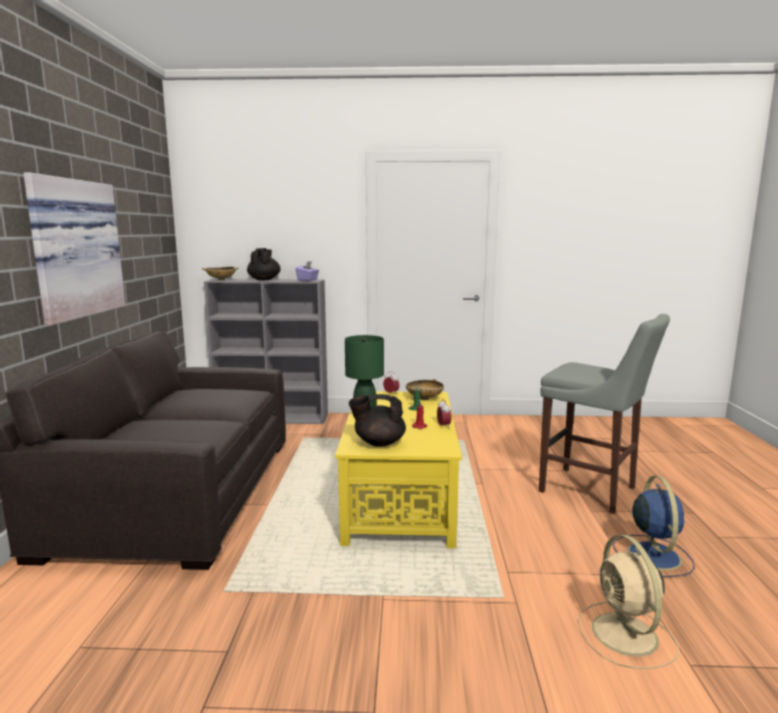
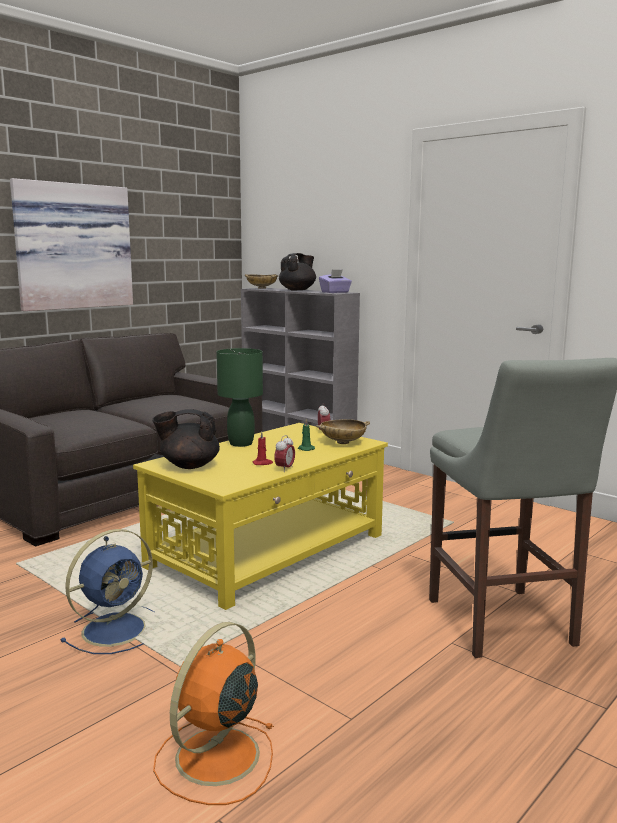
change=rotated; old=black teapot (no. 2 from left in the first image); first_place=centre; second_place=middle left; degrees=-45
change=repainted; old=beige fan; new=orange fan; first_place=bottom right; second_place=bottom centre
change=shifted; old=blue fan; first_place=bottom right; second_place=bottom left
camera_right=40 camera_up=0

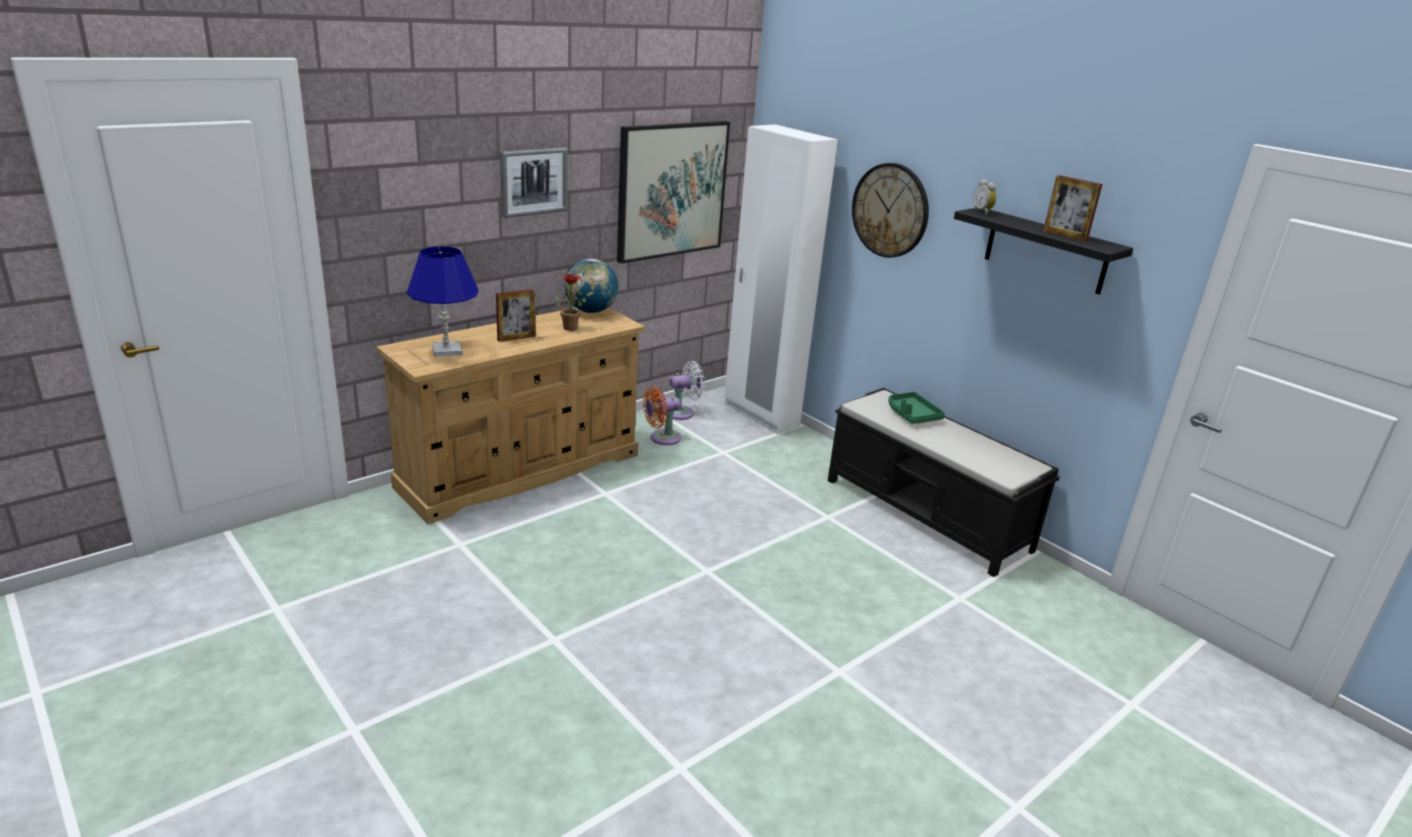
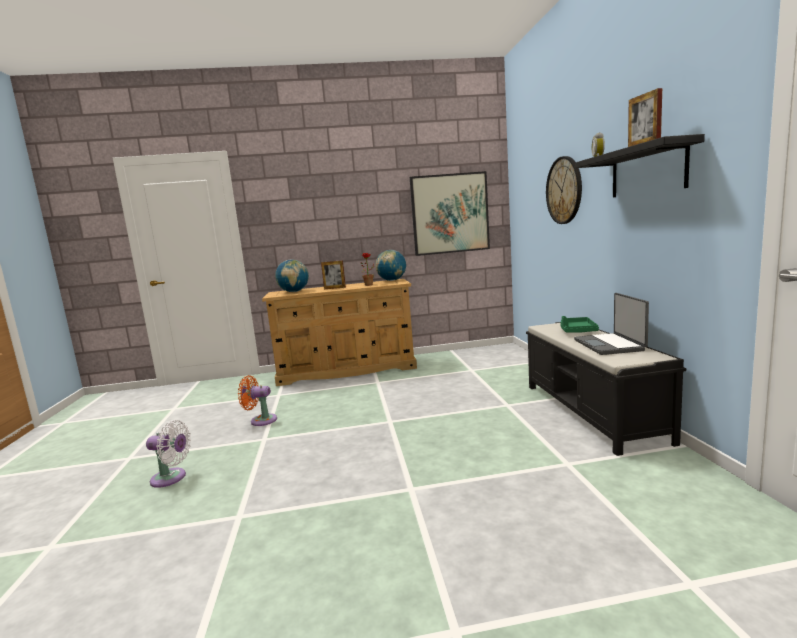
change=swapped; old=blue table lamp; new=globe (no. 1 from left); first_place=middle left; second_place=centre
change=gone; old=picture (no. 1 from left); first_place=top centre
change=shifted; old=orange fan; first_place=centre; second_place=middle left
change=shifted; old=white fan; first_place=centre; second_place=bottom left
change=gone; old=white wardrobe; first_place=centre
change=new; new=laptop; second_place=middle right
camera_right=35 camera_up=-15

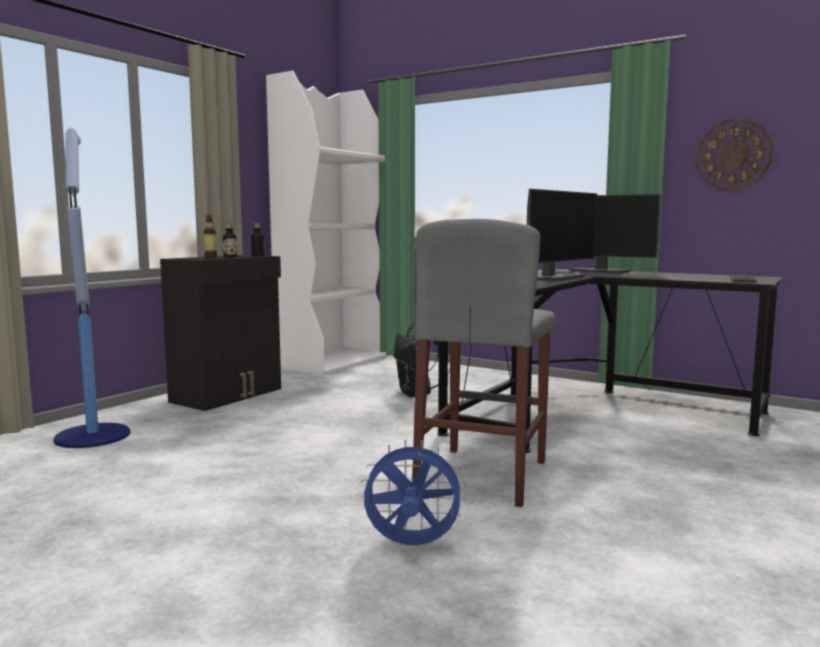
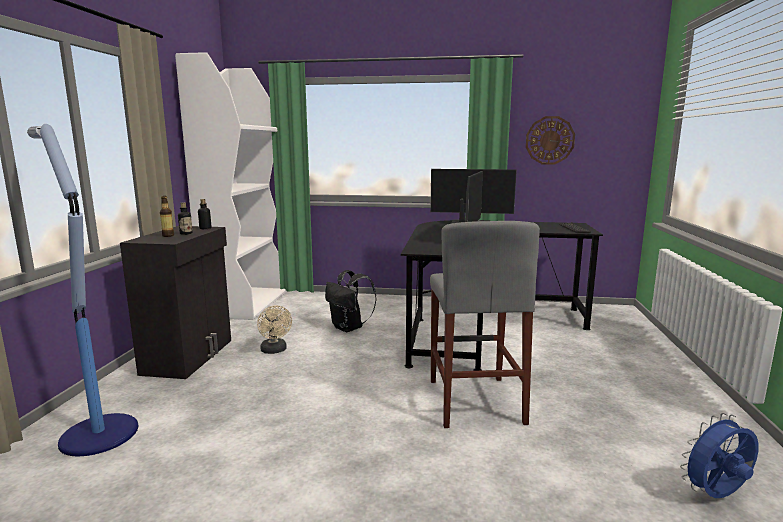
change=shifted; old=blue fan; first_place=bottom centre; second_place=bottom right
change=new; new=beige fan; second_place=centre
camera_right=-25 camera_up=5

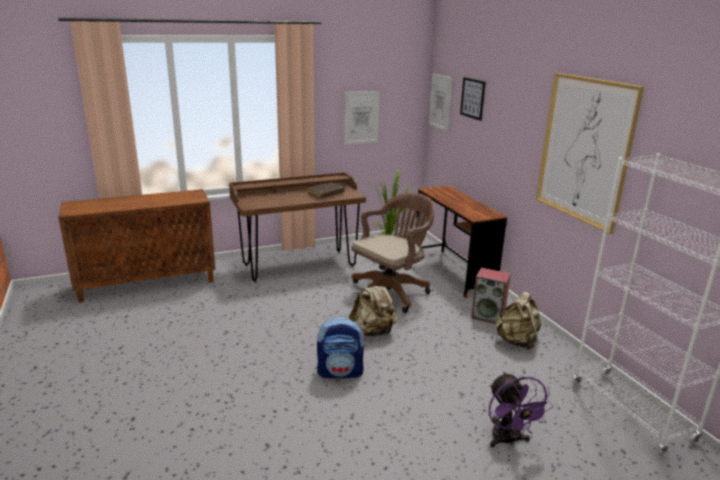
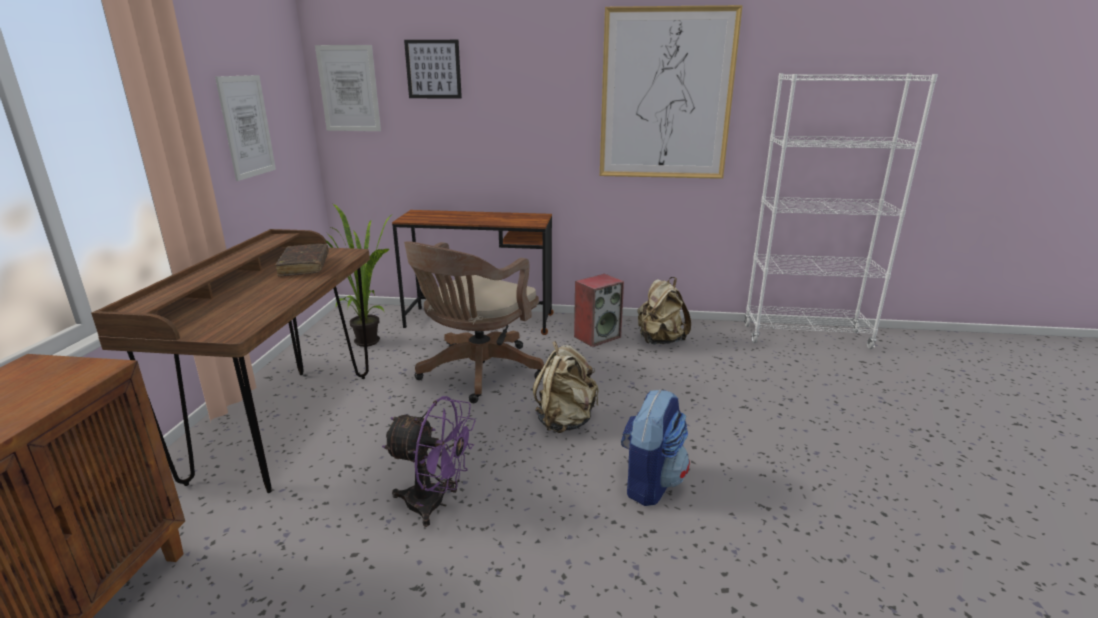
change=rotated; old=brown office chair; first_place=centre; second_place=centre; degrees=-135
change=shifted; old=purple fan; first_place=bottom right; second_place=bottom centre
camera_right=-60 camera_up=0

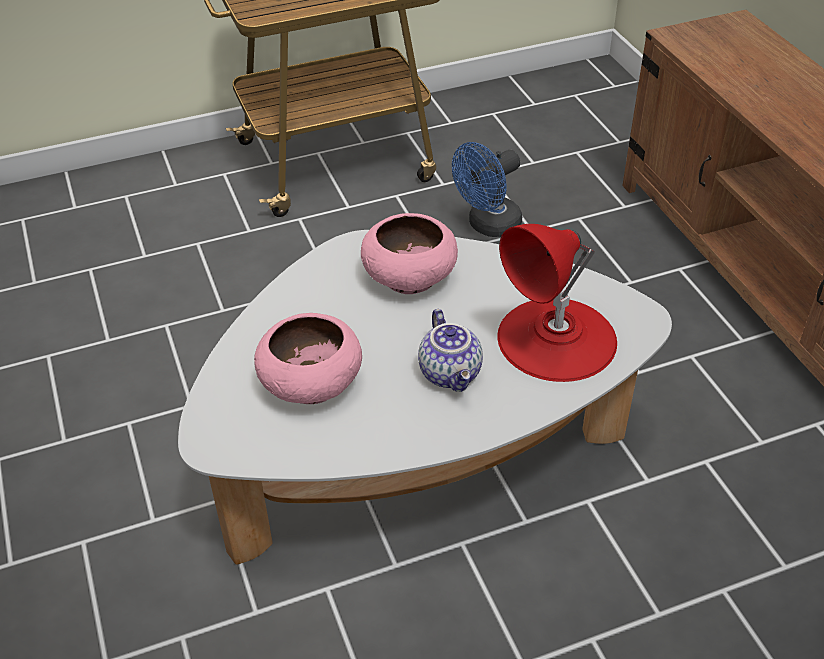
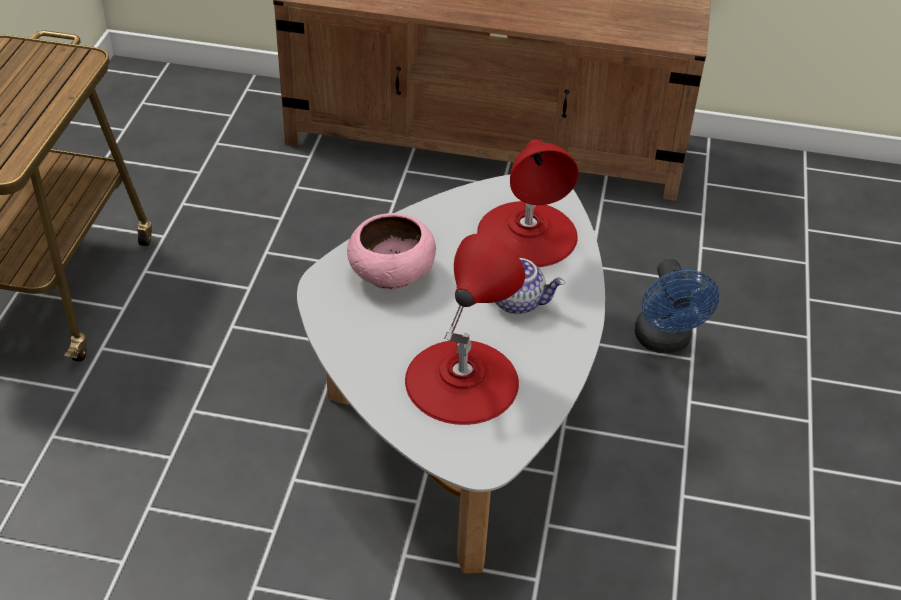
change=swapped; old=pink bowl (no. 1 from left); new=red table lamp (no. 1 from left); first_place=centre; second_place=centre
change=shifted; old=blue fan; first_place=top centre; second_place=middle right
camera_right=-60 camera_up=0

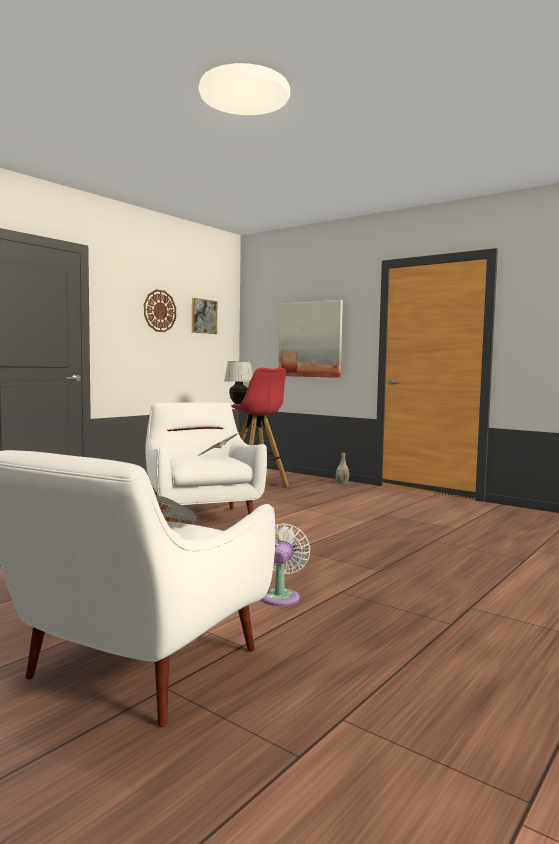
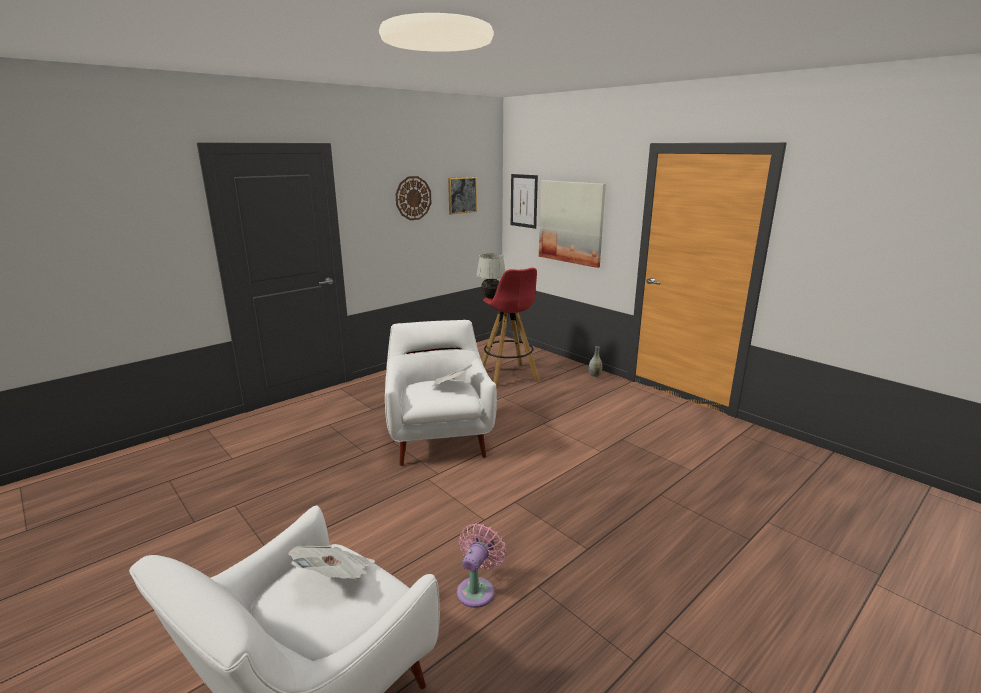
change=repainted; old=white fan; new=pink fan; first_place=bottom centre; second_place=bottom centre
change=new; new=picture (no. 2 from left); second_place=top centre
camera_right=10 camera_up=15

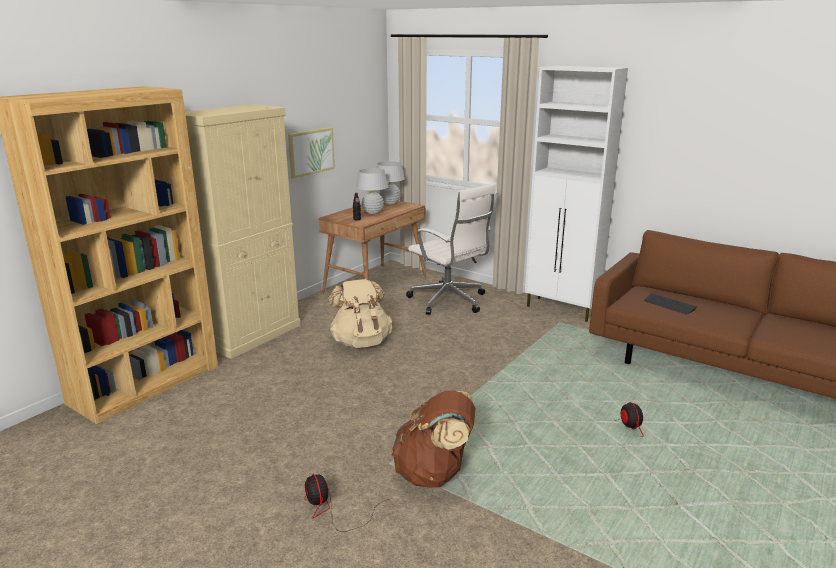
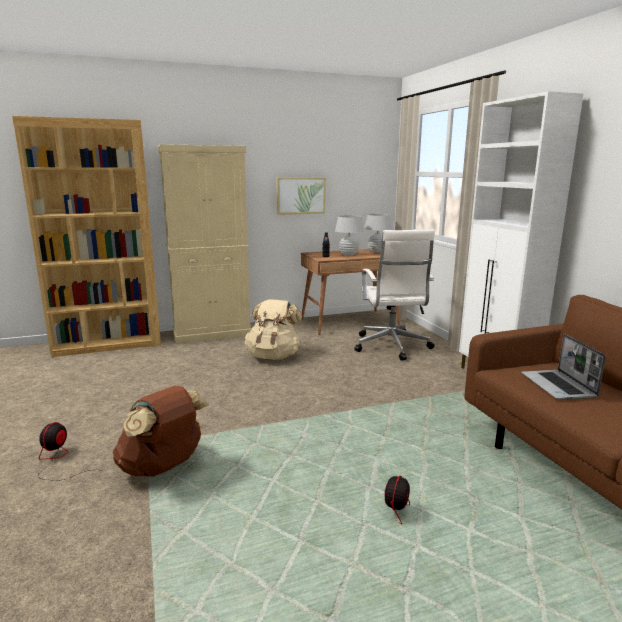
change=swapped; old=keyboard; new=laptop; first_place=middle right; second_place=middle right
camera_right=35 camera_up=-5

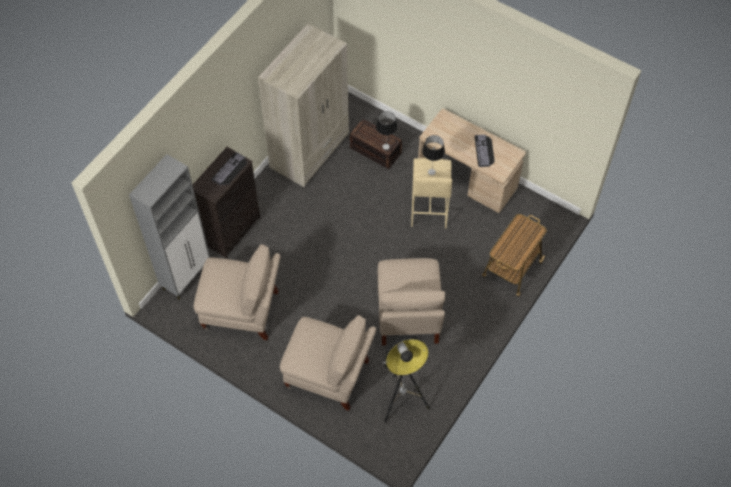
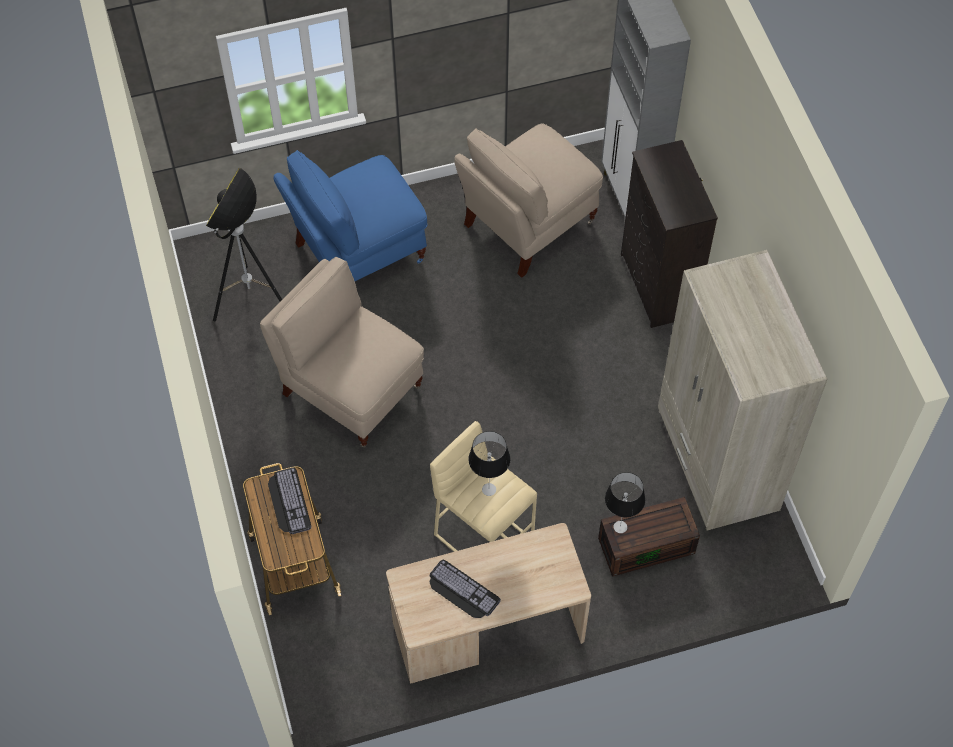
change=shifted; old=keyboard (no. 1 from left); first_place=middle left; second_place=bottom left
change=repainted; old=beige chair (no. 2 from left); new=blue chair; first_place=bottom centre; second_place=top centre
camera_right=130 camera_up=0

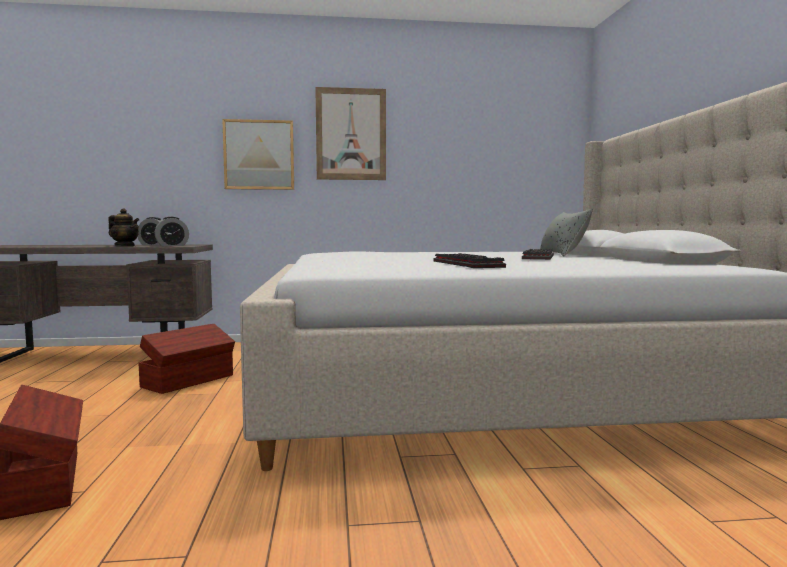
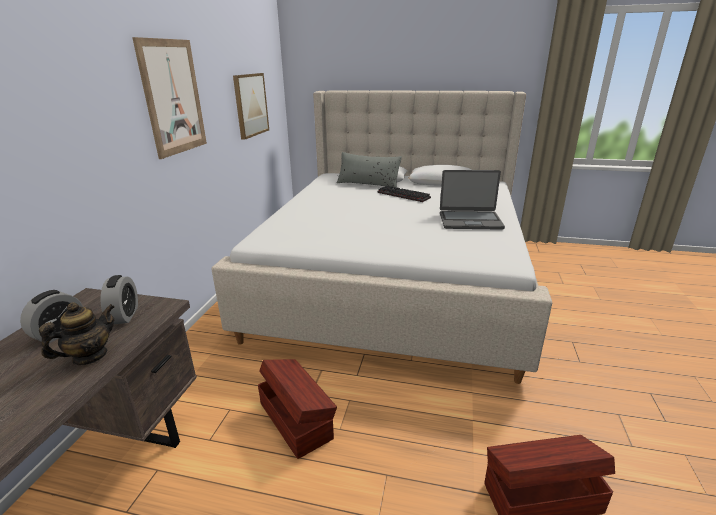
change=shifted; old=picture (no. 1 from left in the first image); new=picture (no. 2 from left); first_place=top left; second_place=top centre
change=swapped; old=keyboard (no. 1 from left); new=laptop; first_place=centre; second_place=centre
camera_right=-70 camera_up=20

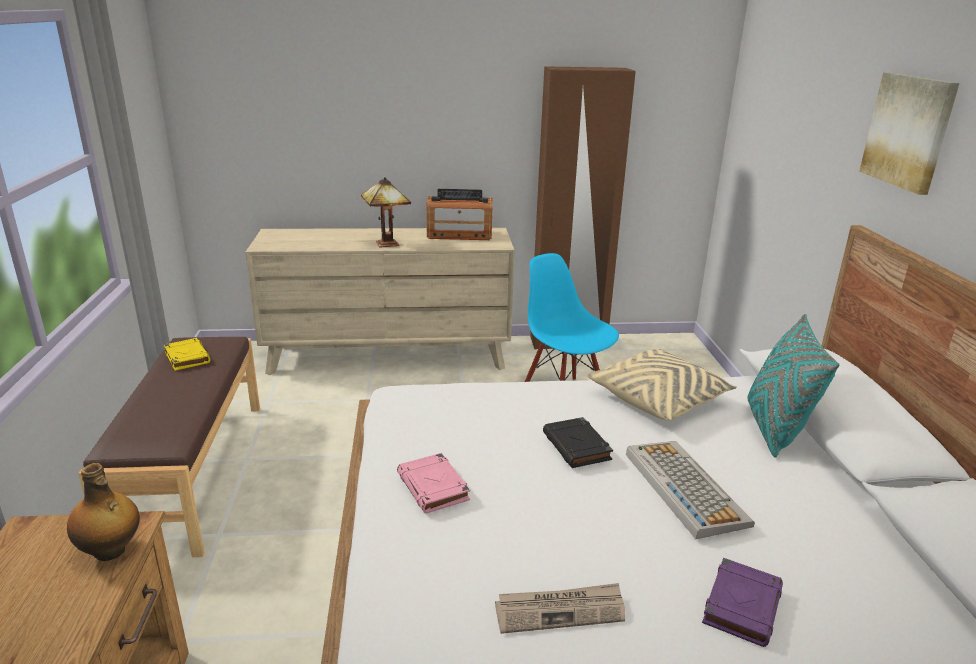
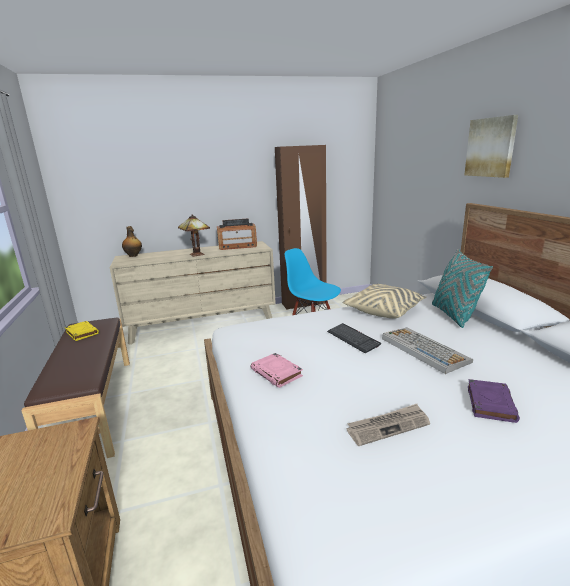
change=shifted; old=bottle; first_place=bottom left; second_place=middle left
change=swapped; old=black book; new=keyboard (no. 1 from left); first_place=centre; second_place=centre
camera_right=-10 camera_up=-5

